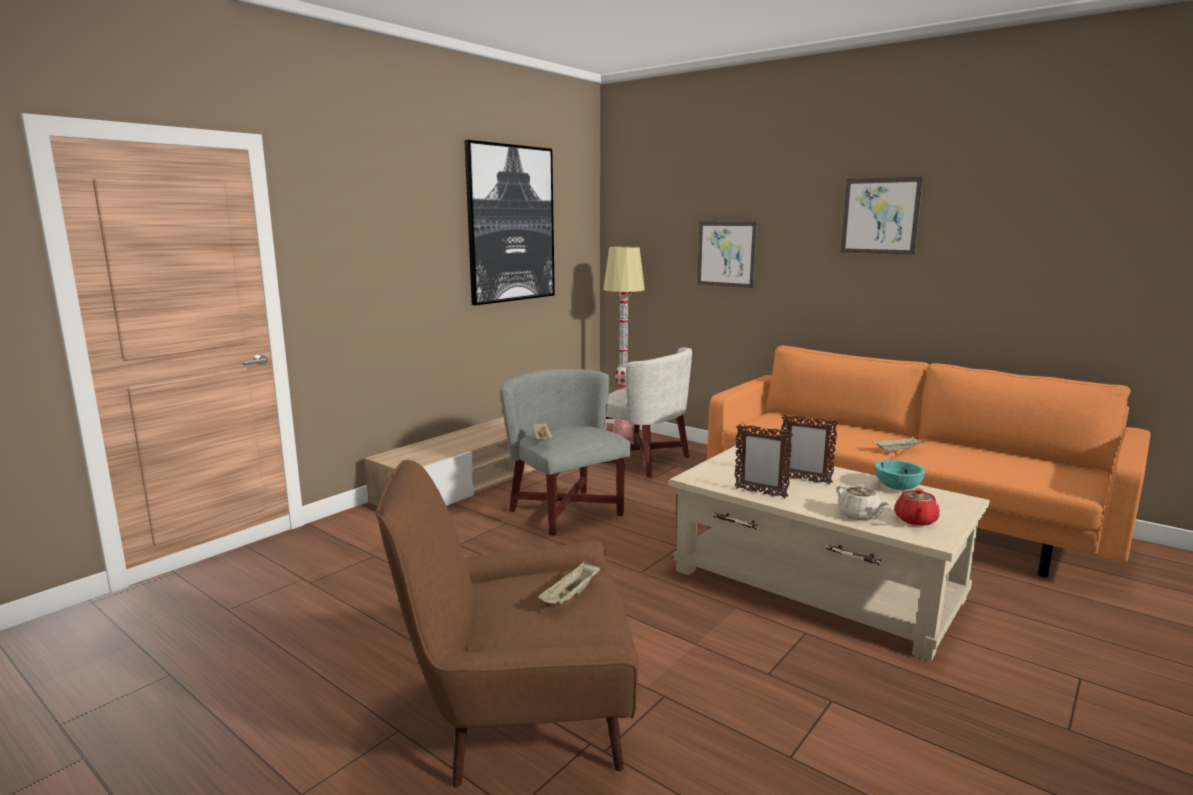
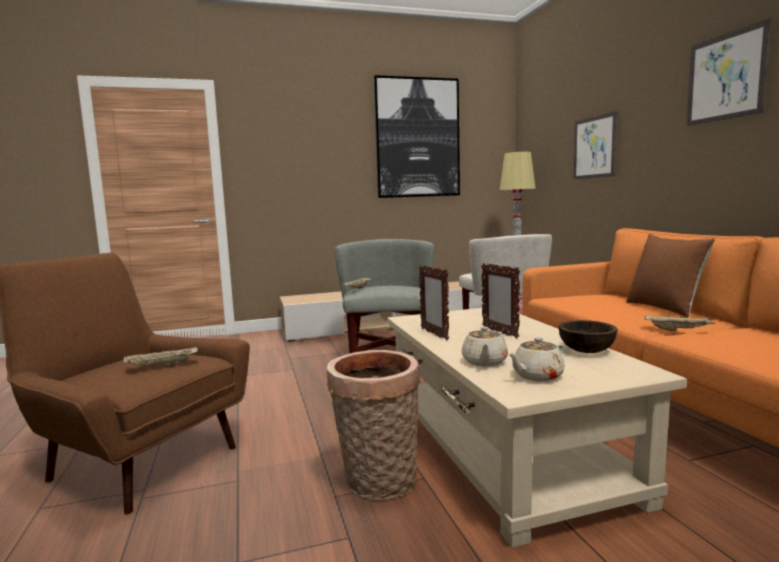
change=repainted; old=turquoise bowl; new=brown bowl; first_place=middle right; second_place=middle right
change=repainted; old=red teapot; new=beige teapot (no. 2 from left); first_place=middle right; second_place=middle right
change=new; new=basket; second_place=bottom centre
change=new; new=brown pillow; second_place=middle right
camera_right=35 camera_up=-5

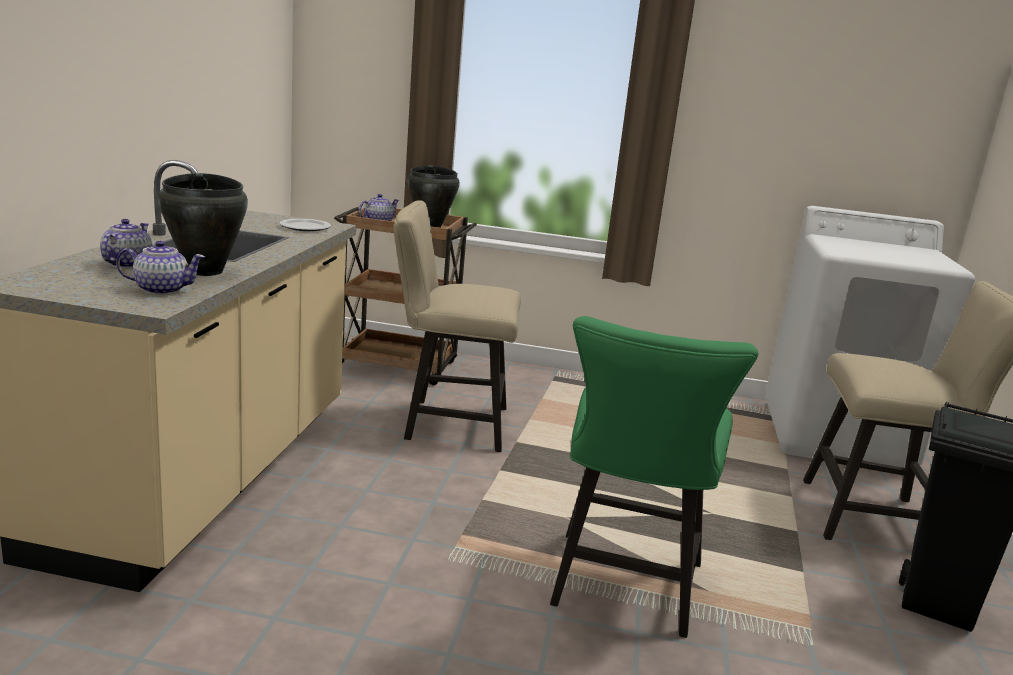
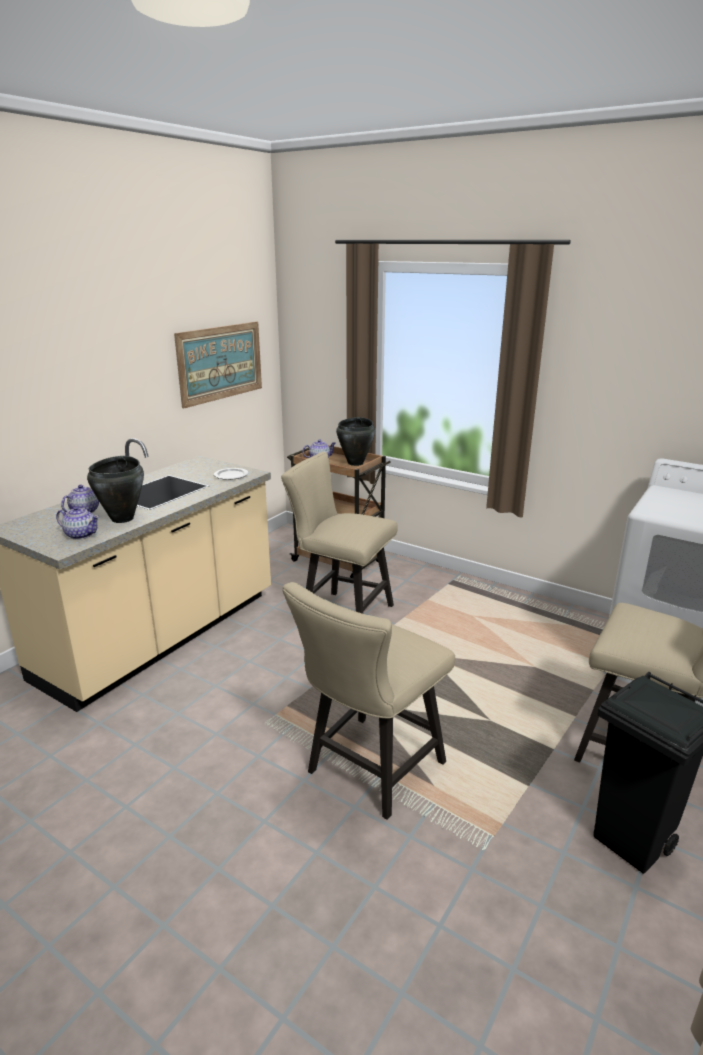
change=repainted; old=green chair; new=beige chair (no. 2 from left); first_place=bottom centre; second_place=centre
change=new; new=picture; second_place=middle left
camera_right=25 camera_up=5

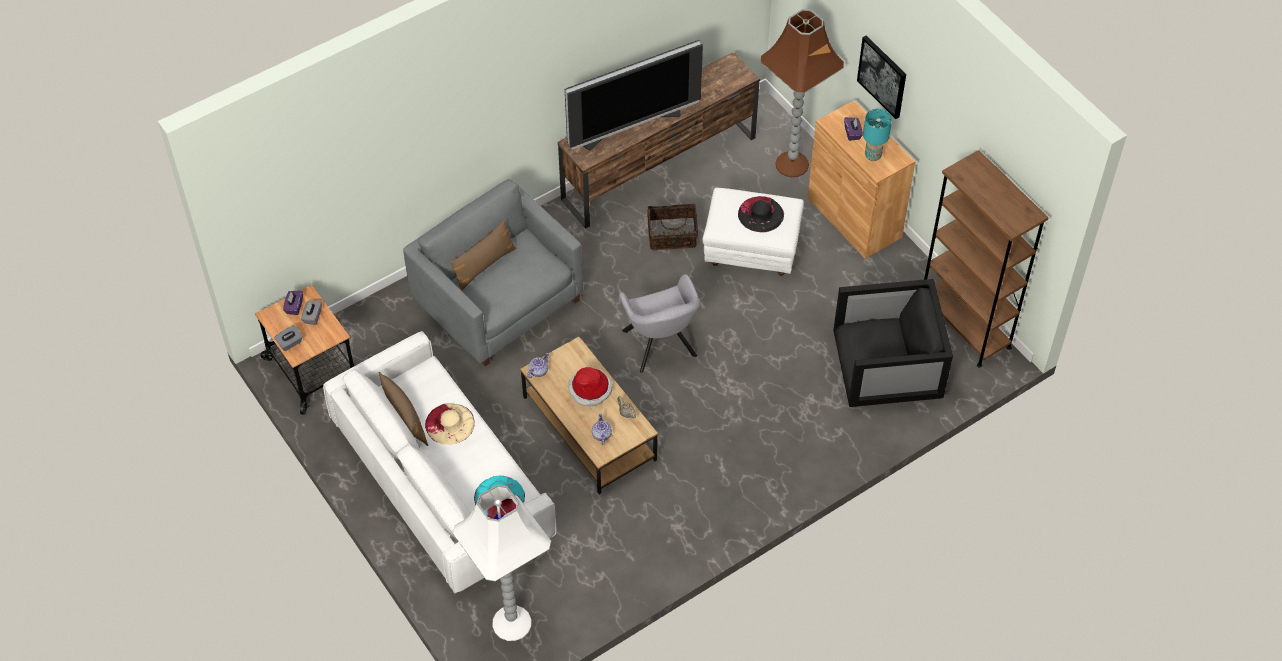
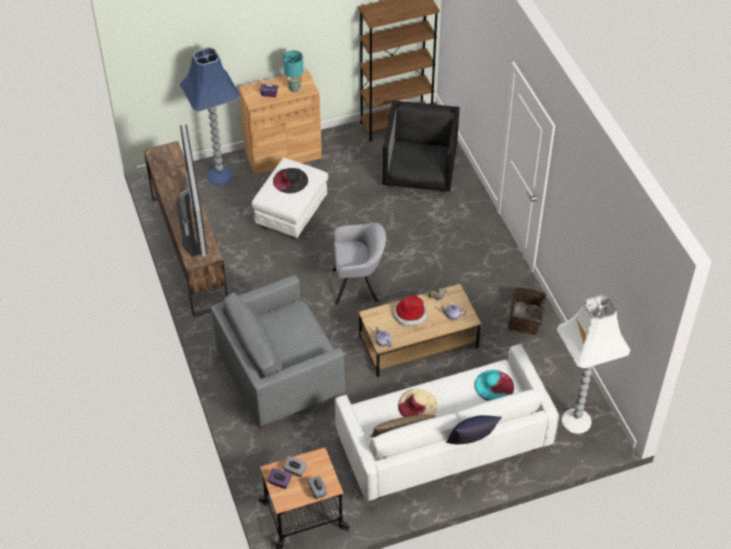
change=gone; old=brown pillow (no. 2 from left); first_place=centre
change=shifted; old=basket; first_place=centre; second_place=middle right
change=repainted; old=brown floor lamp; new=blue floor lamp; first_place=top centre; second_place=top left
change=gone; old=picture; first_place=top right
change=new; new=blue pillow; second_place=bottom centre
camera_right=-75 camera_up=-5

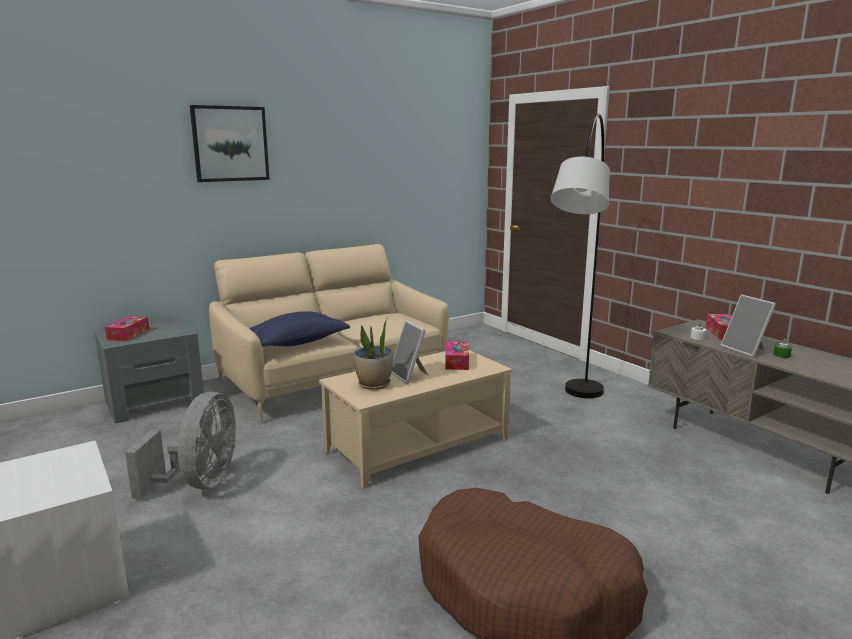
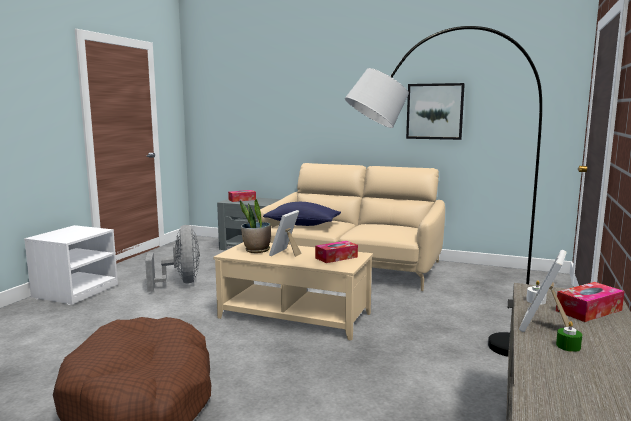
change=rotated; old=grey fan; first_place=bottom left; second_place=middle left; degrees=-75
change=shifted; old=picture; first_place=top left; second_place=top right
camera_right=55 camera_up=-5

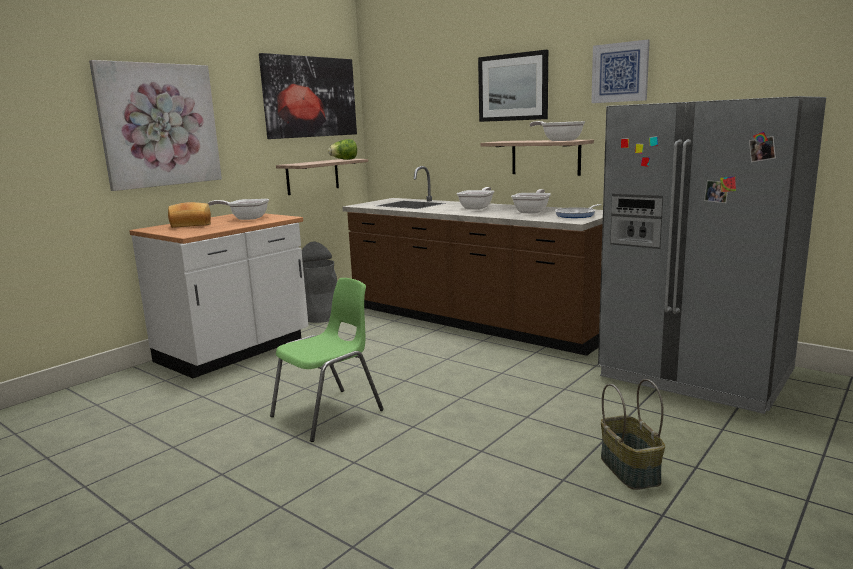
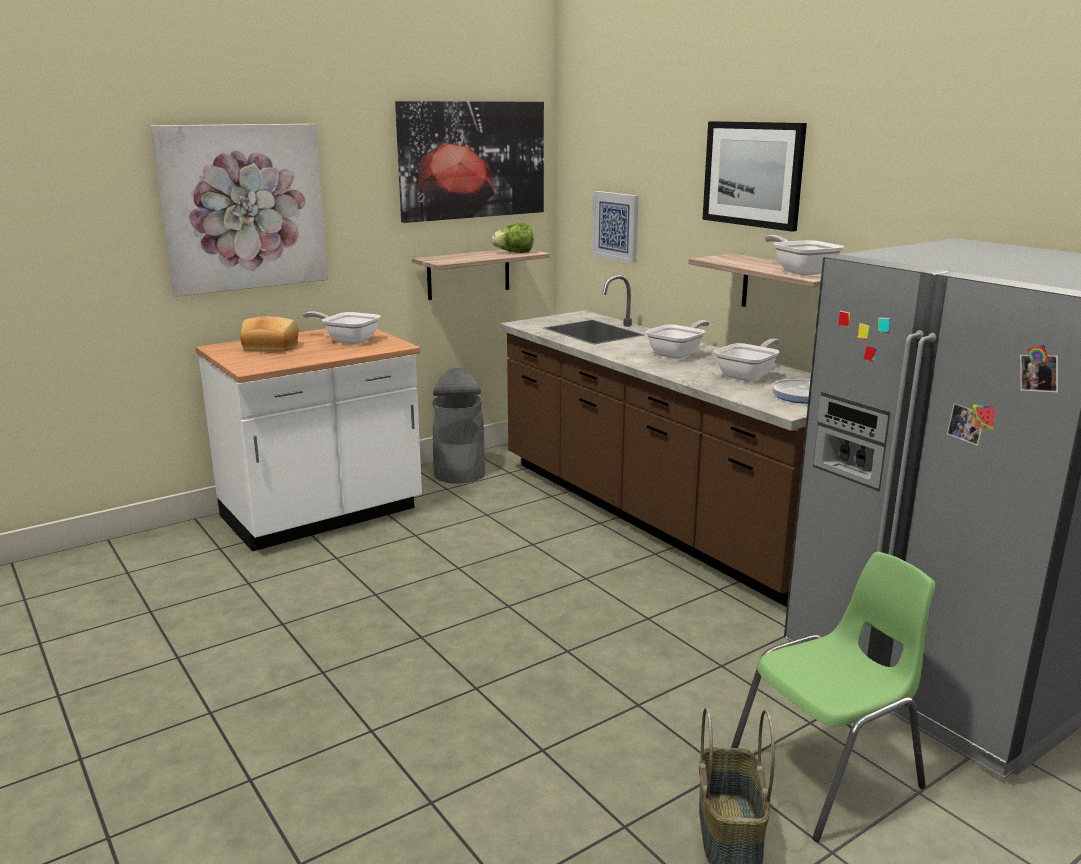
change=shifted; old=green chair; first_place=centre; second_place=bottom right
change=shifted; old=picture (no. 4 from left in the first image); new=picture (no. 3 from left); first_place=top right; second_place=top centre
camera_right=15 camera_up=5

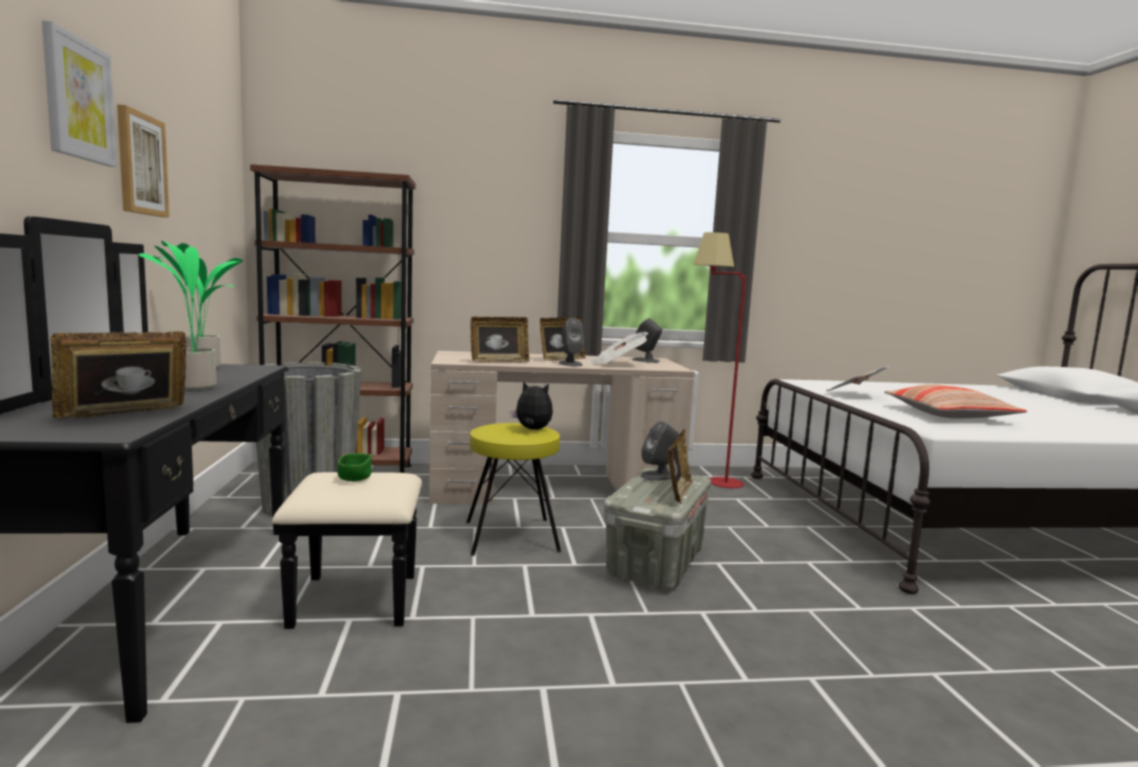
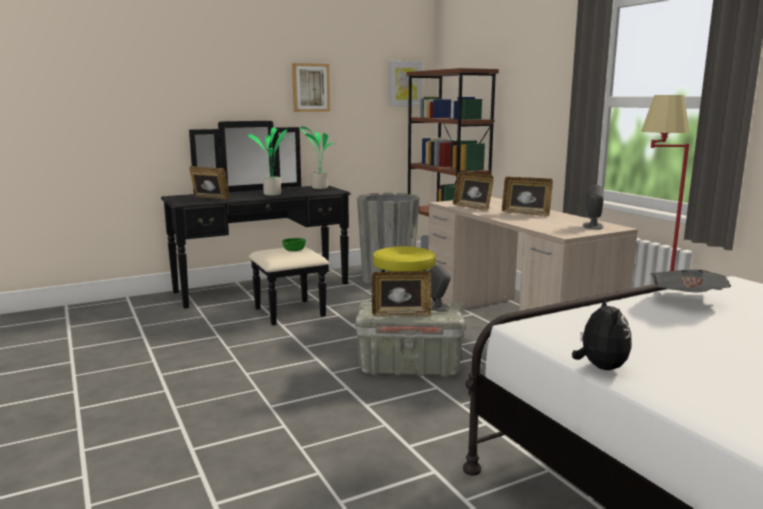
change=shifted; old=picture (no. 1 from left in the first image); new=picture (no. 2 from left); first_place=top left; second_place=top centre
change=shifted; old=plush toy; first_place=centre; second_place=middle right
change=gone; old=grey speaker (no. 1 from left); first_place=centre
change=gone; old=newspaper (no. 1 from left); first_place=centre
change=gone; old=pillow; first_place=middle right
camera_right=70 camera_up=5

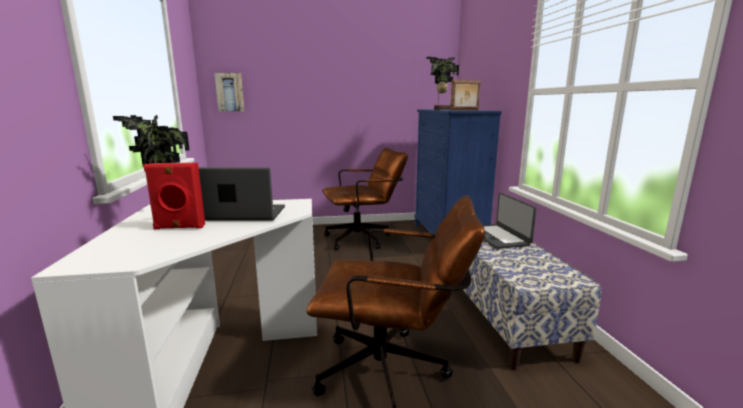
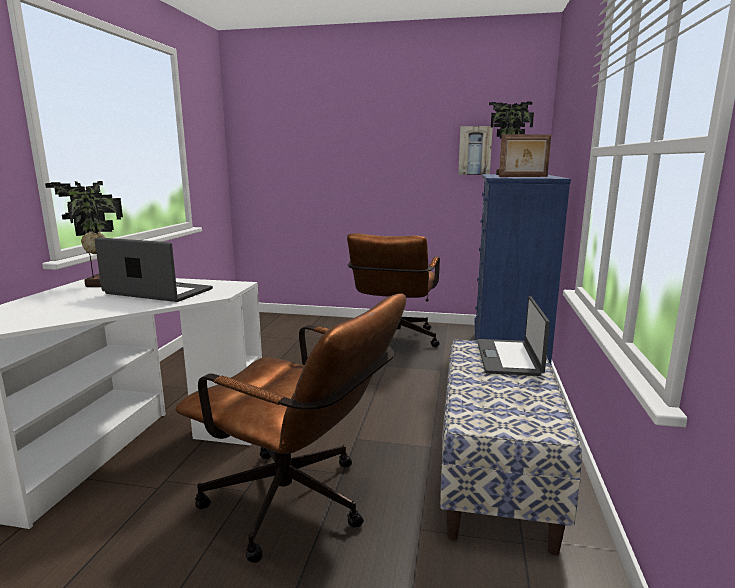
change=gone; old=red speaker; first_place=middle left
change=shifted; old=picture; first_place=top left; second_place=top centre
change=rotated; old=brown office chair (no. 1 from left in the first image); first_place=centre; second_place=centre; degrees=105
camera_right=20 camera_up=0

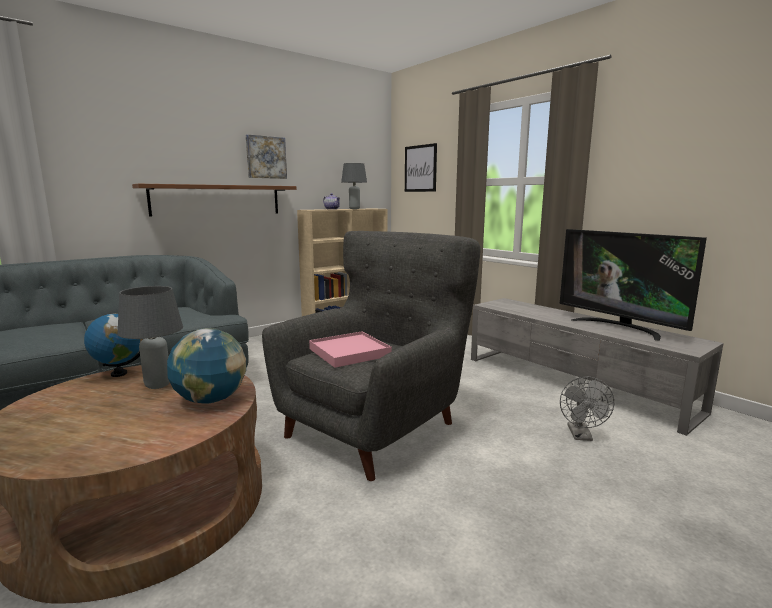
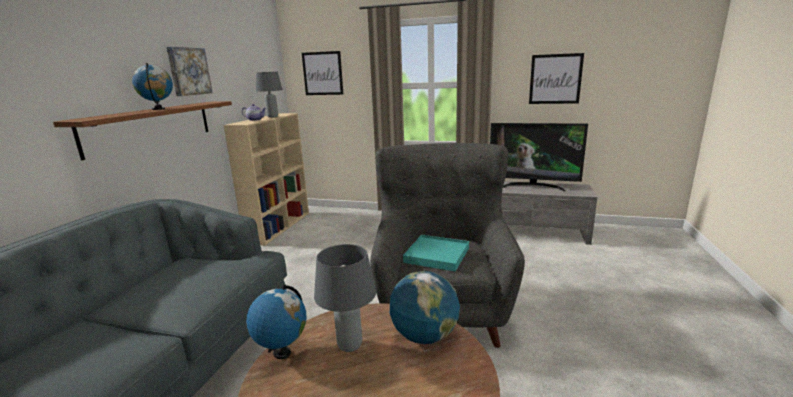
change=repainted; old=pink tray; new=turquoise tray; first_place=centre; second_place=centre
change=gone; old=grey fan; first_place=bottom right
change=new; new=globe (no. 1 from left); second_place=top left
change=new; new=picture (no. 3 from left); second_place=top right
camera_right=-35 camera_up=5

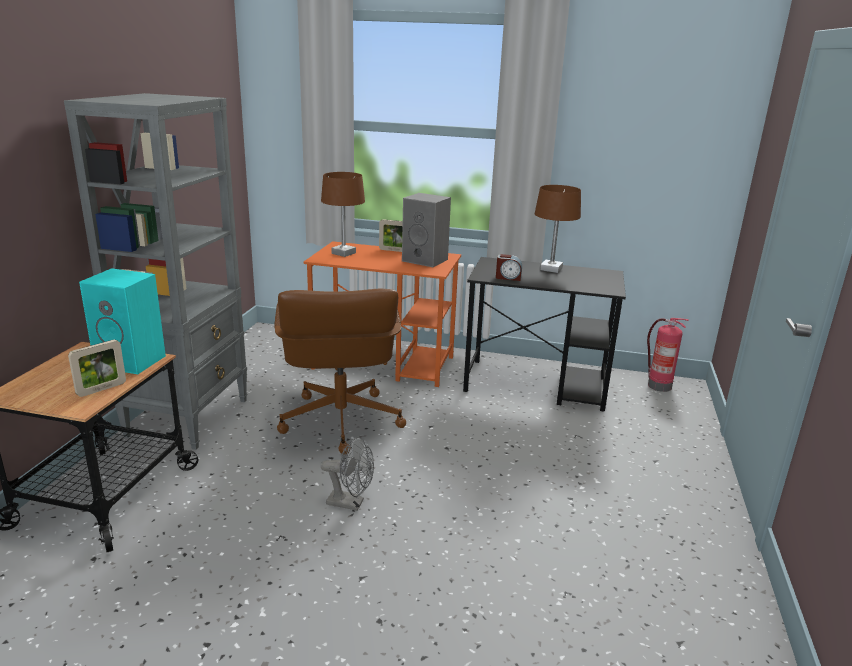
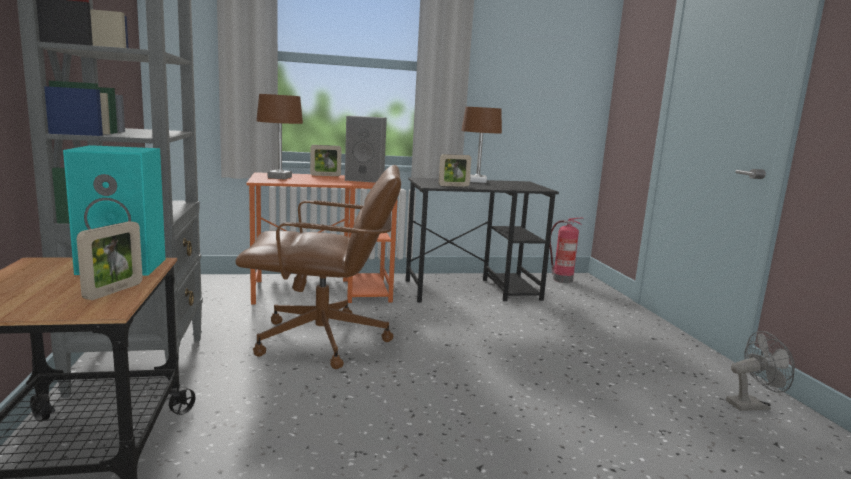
change=rotated; old=brown office chair; first_place=centre; second_place=centre; degrees=-60
change=shifted; old=grey fan; first_place=bottom centre; second_place=bottom right
change=swapped; old=alarm clock; new=picture frame (no. 3 from left); first_place=centre; second_place=centre
camera_right=-25 camera_up=-10

